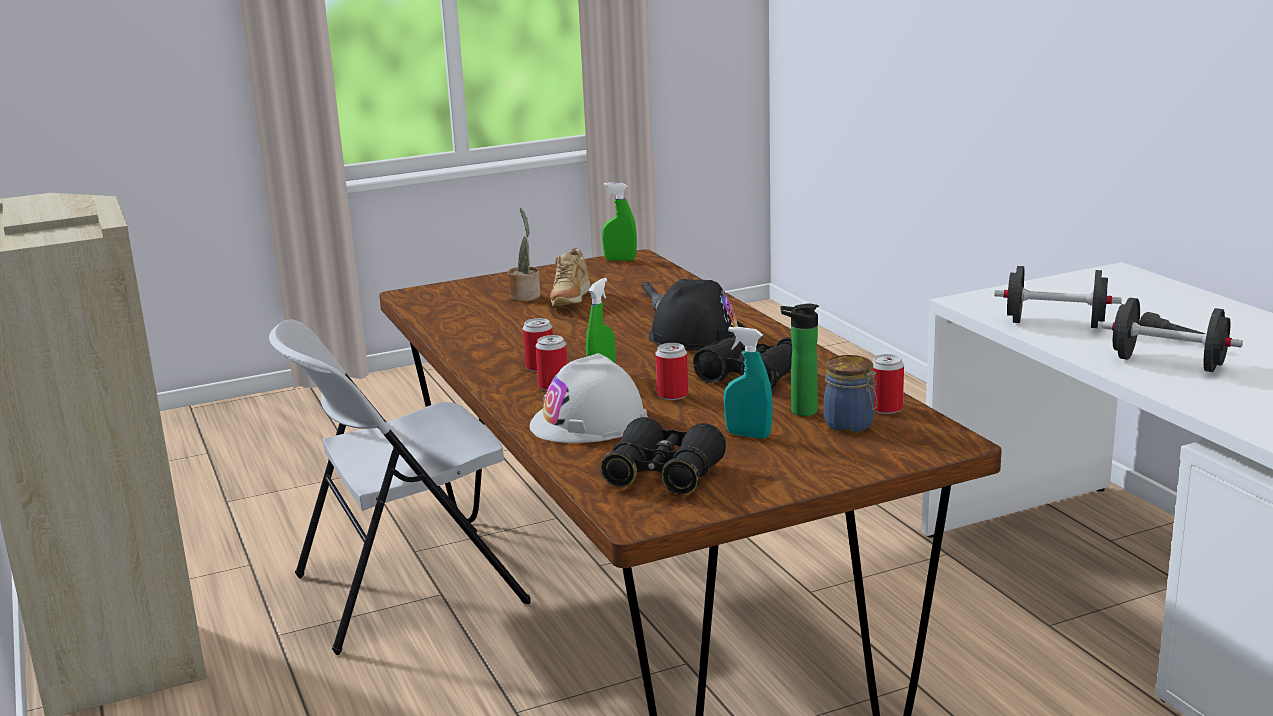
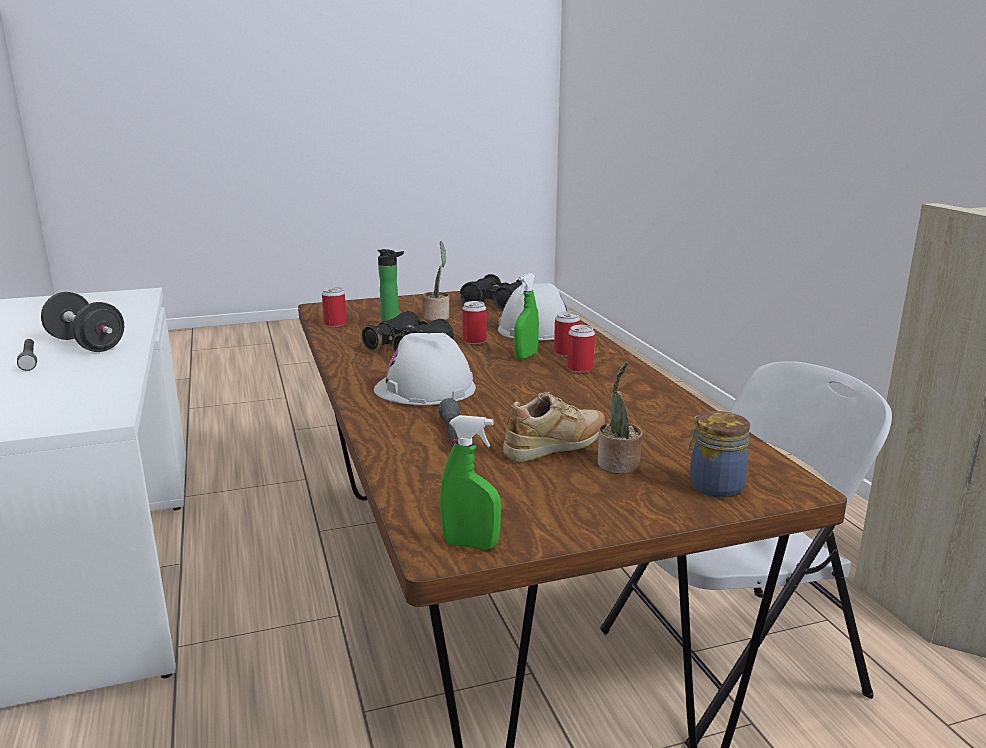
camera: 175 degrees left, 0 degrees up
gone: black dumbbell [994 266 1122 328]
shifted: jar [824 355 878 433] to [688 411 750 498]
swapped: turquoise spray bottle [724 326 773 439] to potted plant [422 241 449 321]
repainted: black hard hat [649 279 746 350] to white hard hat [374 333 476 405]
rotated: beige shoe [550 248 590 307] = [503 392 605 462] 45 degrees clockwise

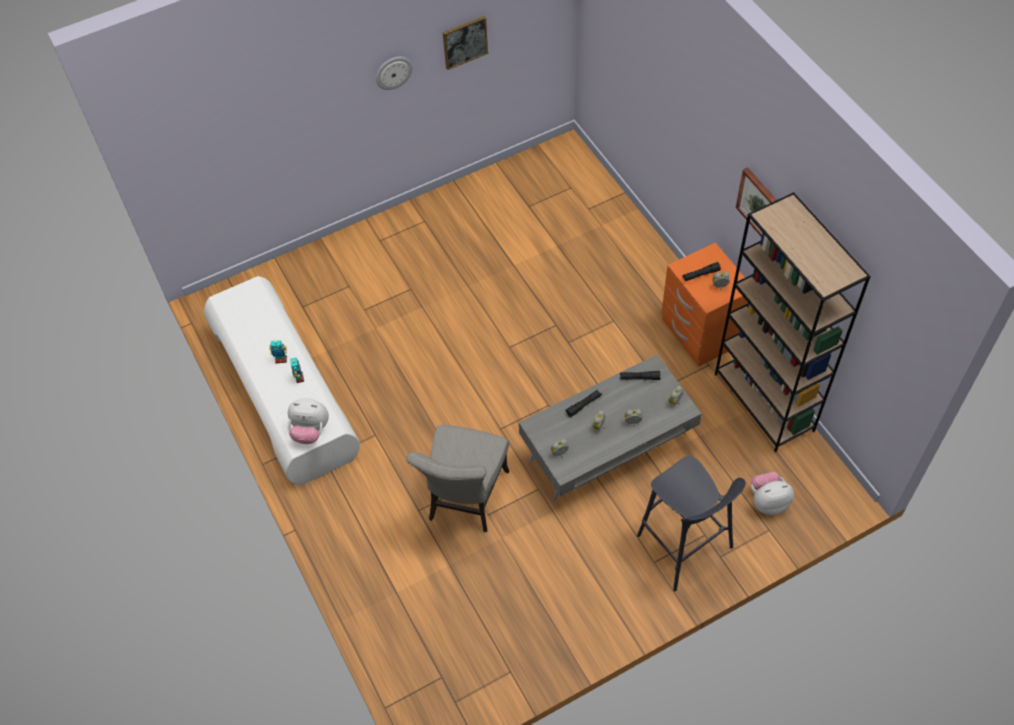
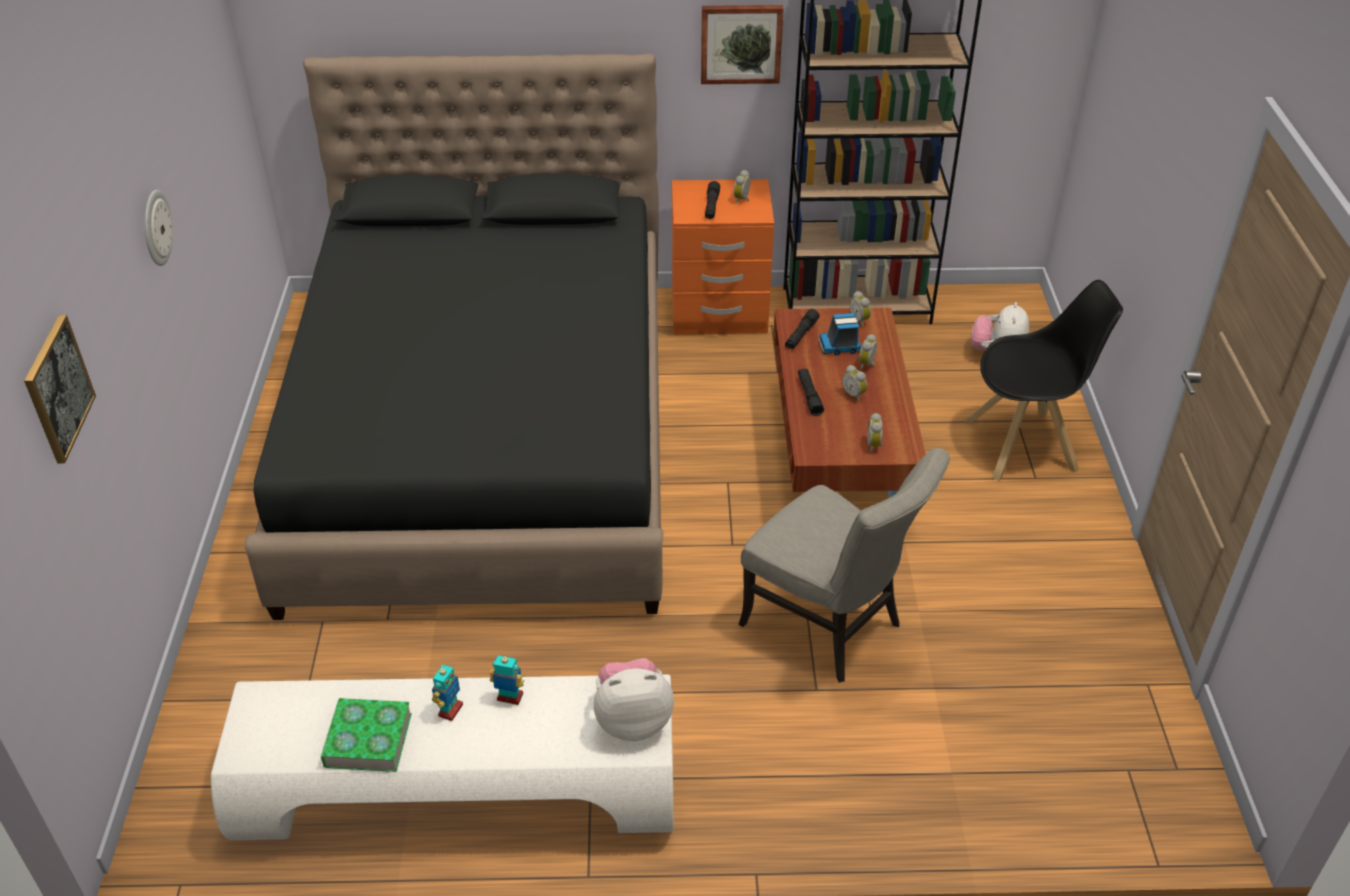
camera: 65 degrees left, 15 degrees down
new: black bed [244 53 663 620]; book [321 698 412 772]; toy truck [818 313 862 355]
shifted: picture [443 16 488 70] to [24 315 96 463]
swapped: grey stool [637 456 746 591] to black chair [965 280 1123 481]
repainted: grey coffee table [519 355 702 502] to brown coffee table [773 308 926 498]
rotated: plush toy [288 398 329 444] = [594 658 674 741] 135 degrees counterclockwise

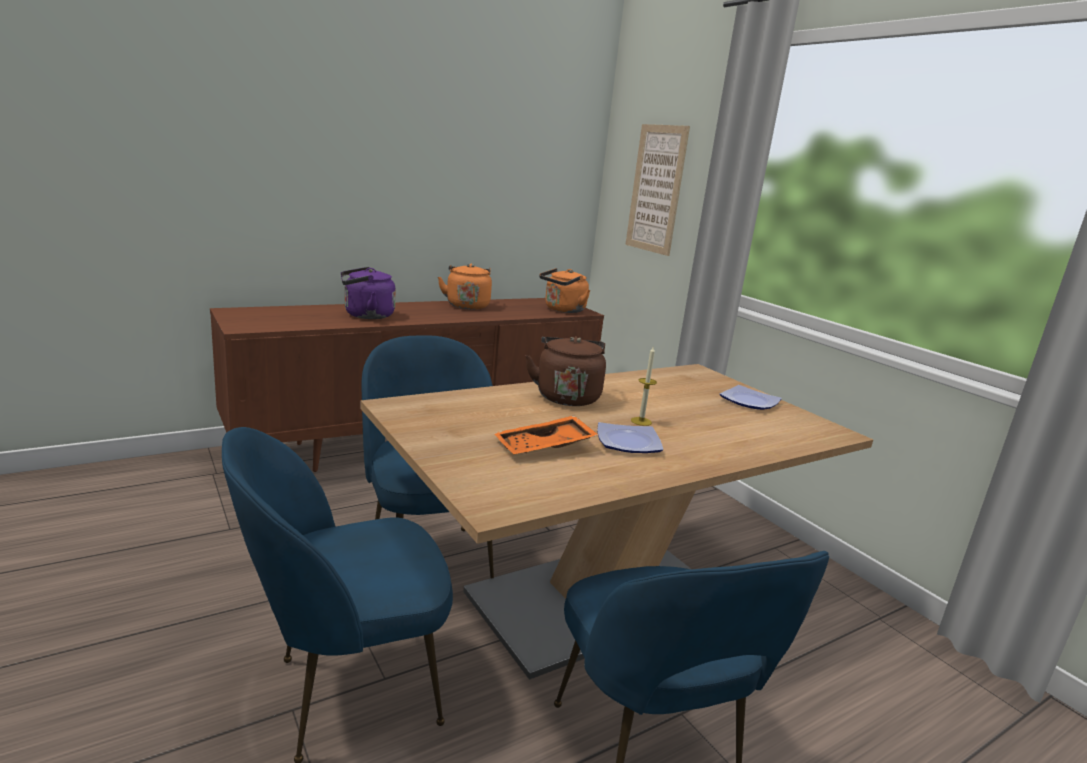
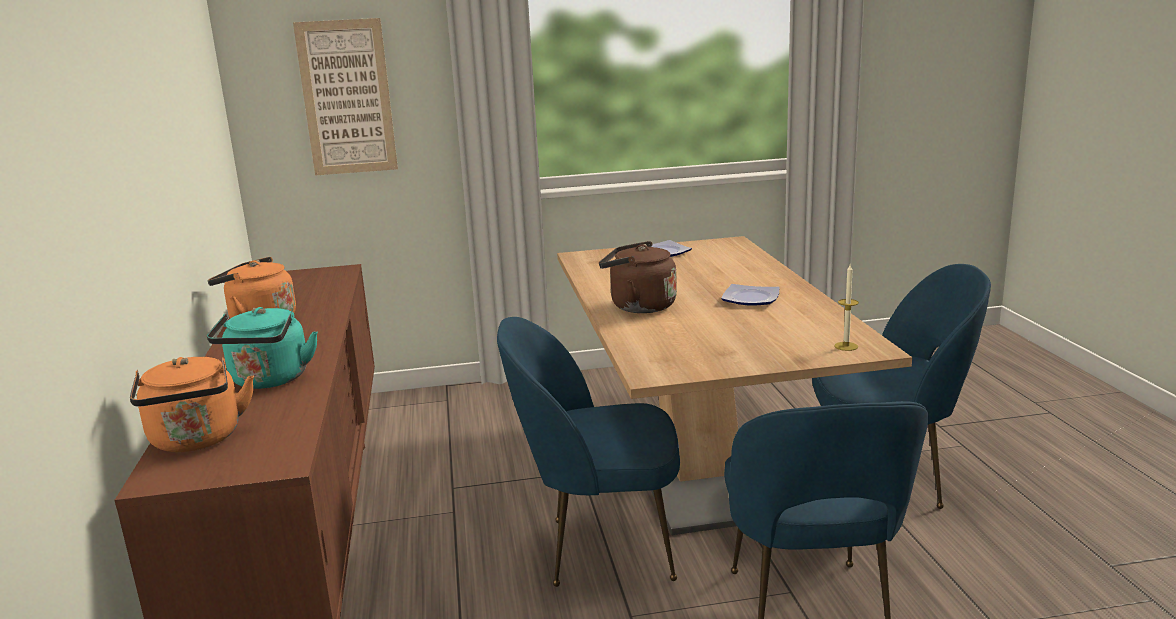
camera: 65 degrees left, 0 degrees up
gone: orange tray [494 415 598 454]
shifted: orange kettle [539 268 591 313] to [130 357 254 452]; candle [631 347 657 426] to [834 265 859 351]
repainted: purple kettle [341 267 396 319] to turquoise kettle [207 307 318 389]

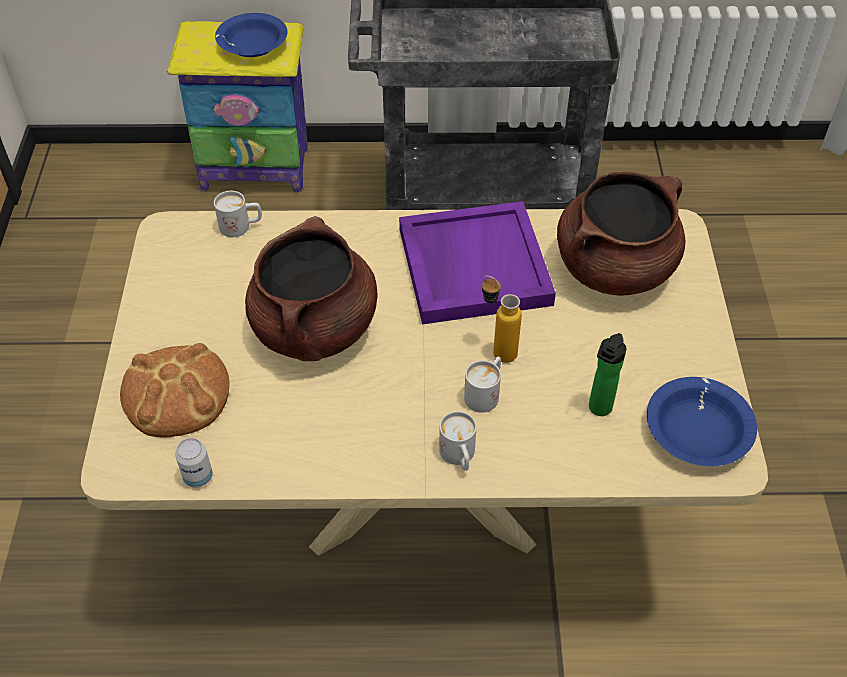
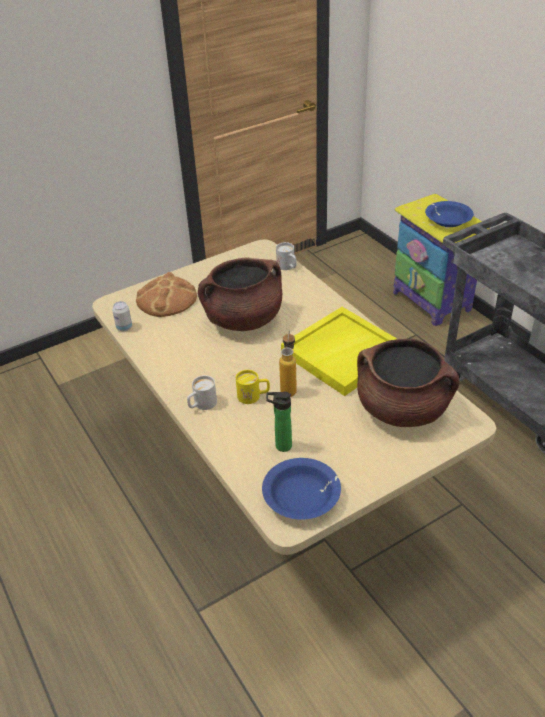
camera: 60 degrees right, 10 degrees down
repainted: white mug [464 357 501 413] to yellow mug [236 370 270 404]; purple tray [399 201 556 324] to yellow tray [281 307 397 396]

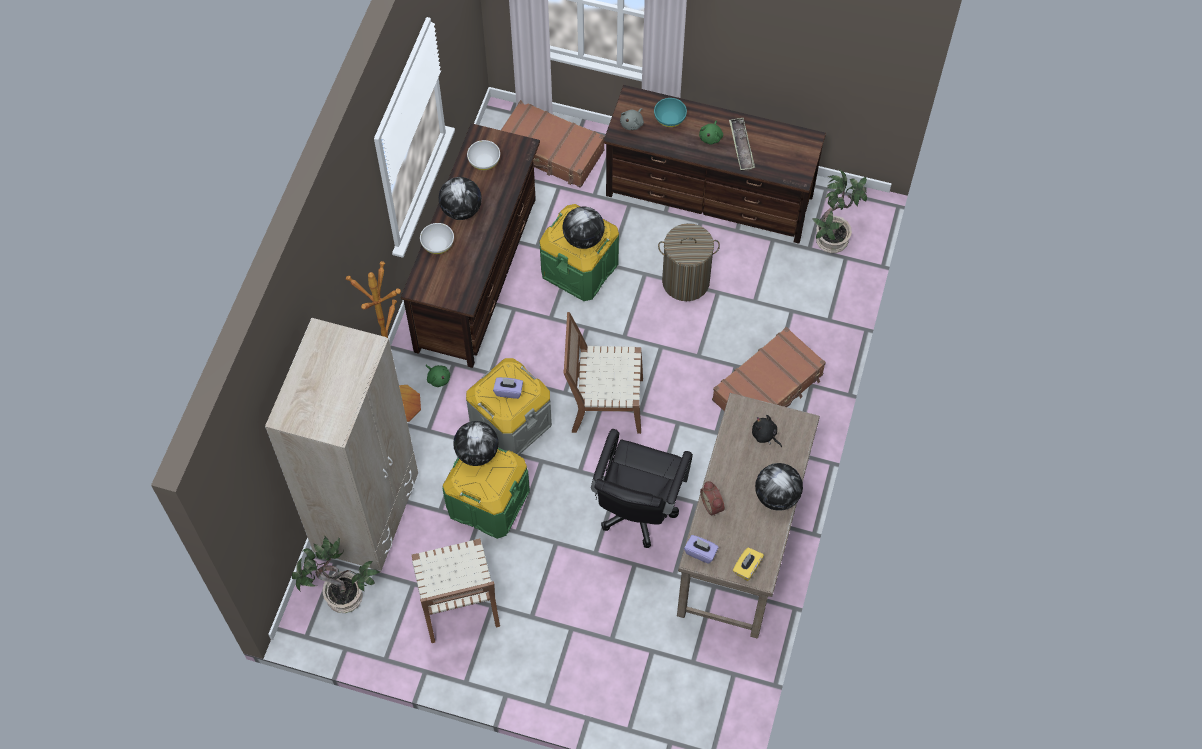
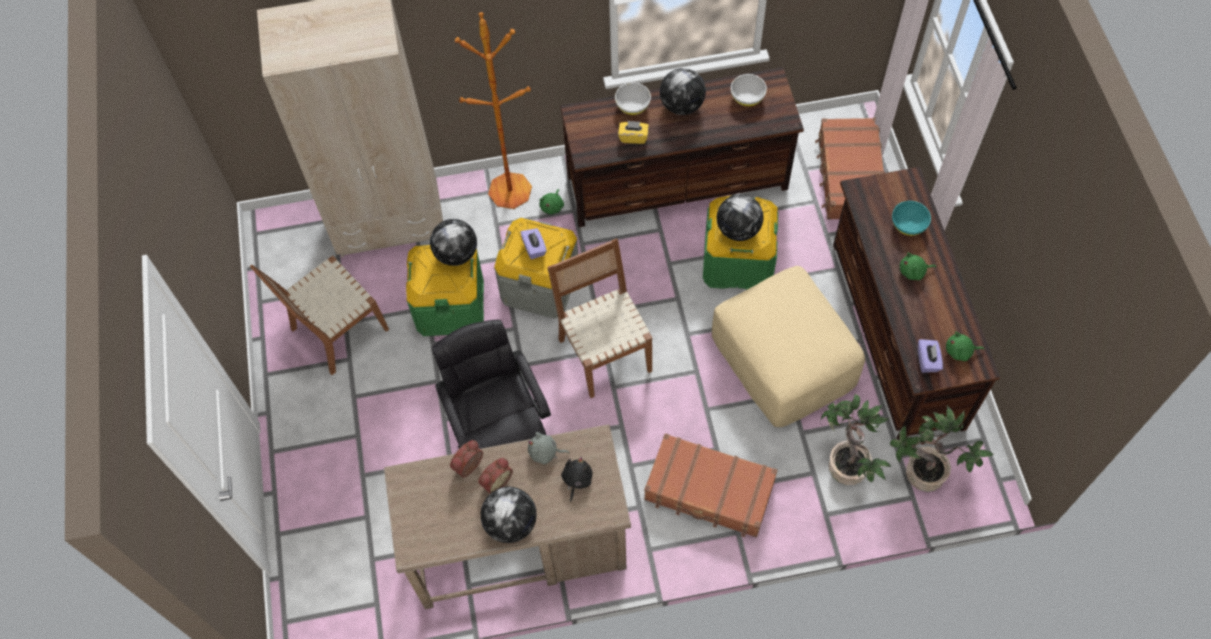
camera: 65 degrees right, 0 degrees up
gone: tray [729 118 755 171]
new: alarm clock [478 458 513 494]; green plush toy [946 332 984 361]
shifted: grey plush toy [620 108 644 130] to [528 432 570 464]; yellow tissue box [733 547 764 581] to [618 121 649 144]; potted plant [292 535 381 613] to [821 394 891 485]; purple tissue box [684 535 719 564] to [918 339 943 373]
swapped: laundry basket [658 223 720 301] to beige ottoman [712 266 865 427]
rotated: black office chair [591 429 693 548] = [432 320 551 449] 75 degrees clockwise

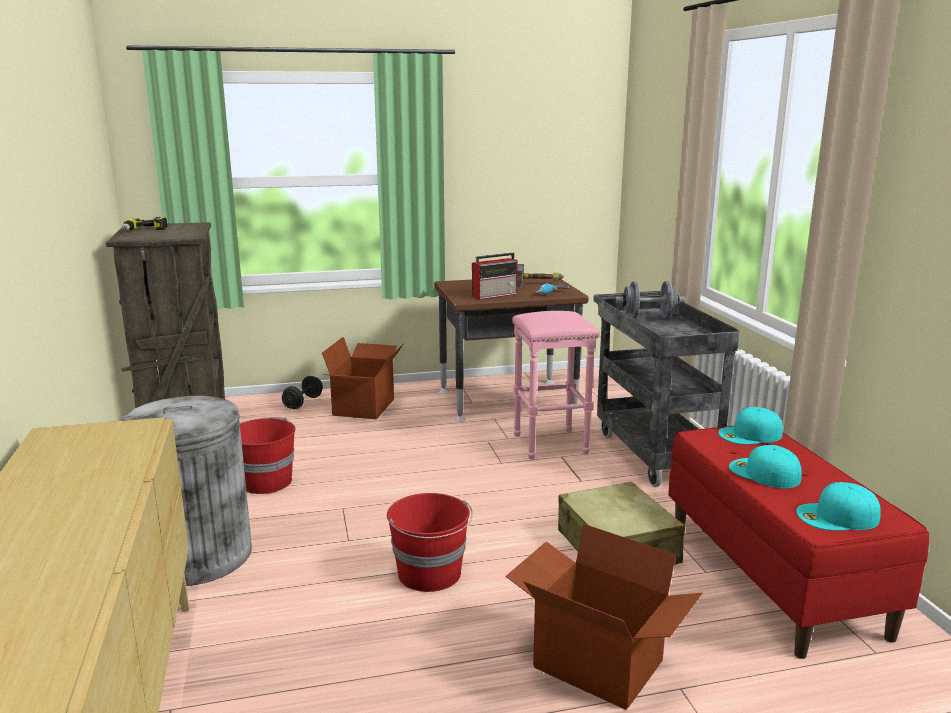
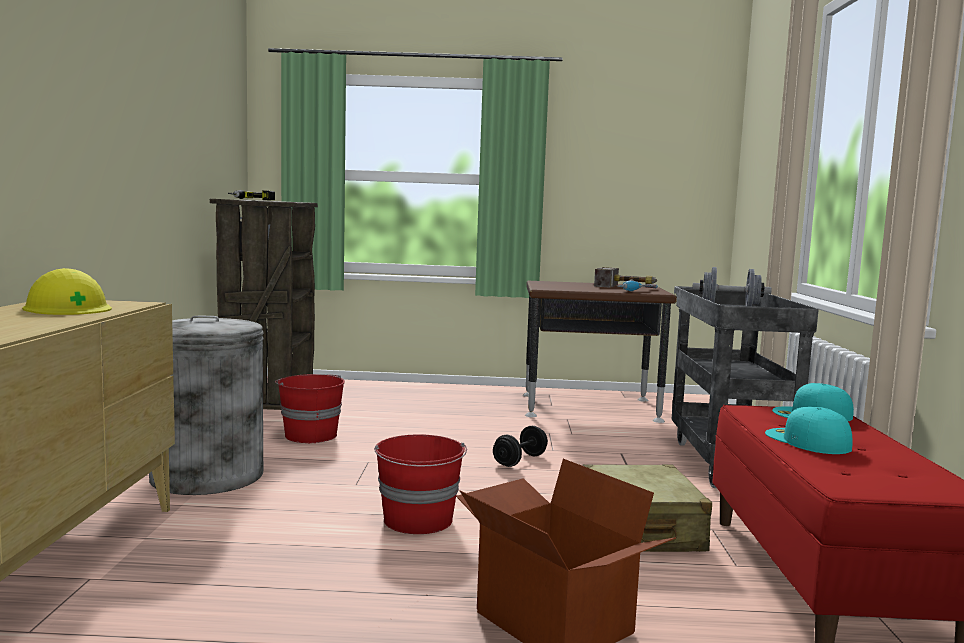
camera: 15 degrees right, 10 degrees down
gone: cardboard box [322 337 403 419]; radio [472 253 518 300]; pink stool [512 311 599 460]; turquoise cap [796 482 881 531]
new: yellow hard hat [22 268 112 315]
shifted: black dumbbell [282 376 323 409] to [493 426 548 467]

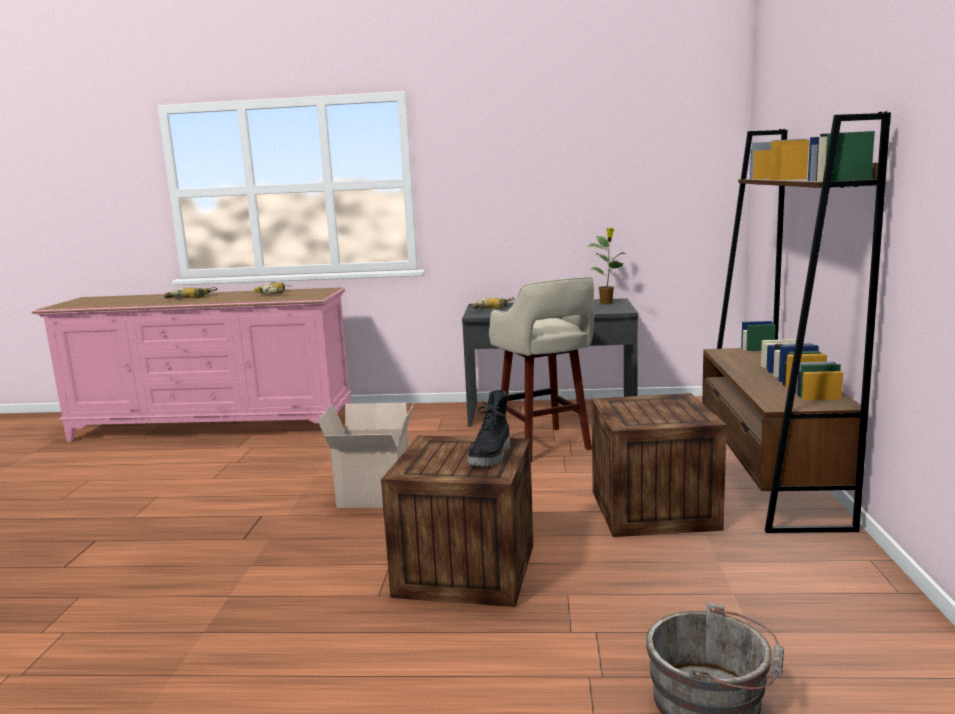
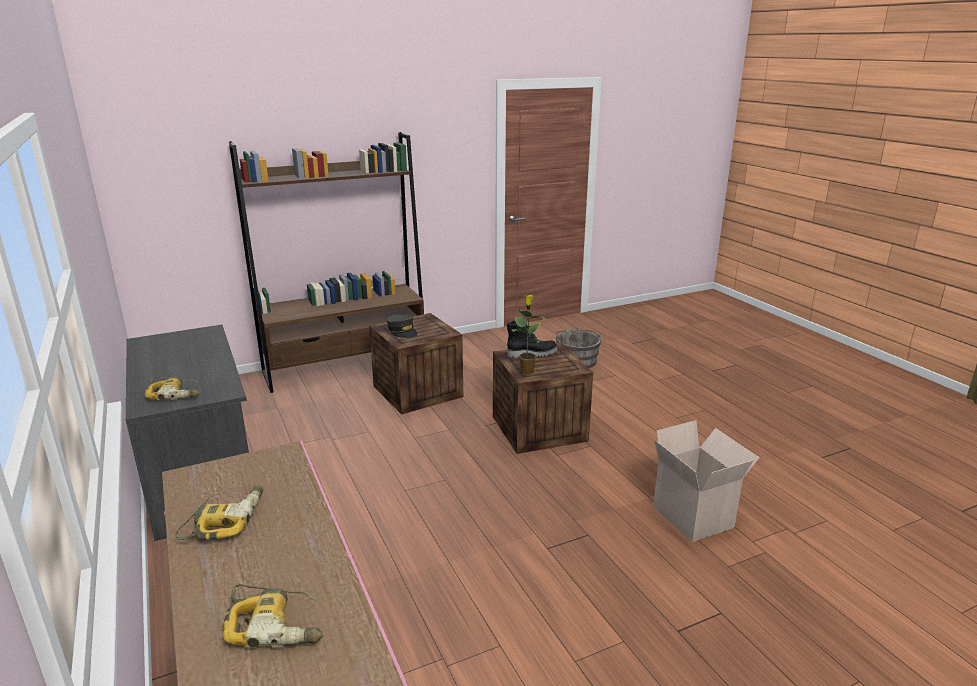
camera: 120 degrees left, 10 degrees up
gone: beige stool [489 277 594 462]
new: grey cap [387 314 418 338]
shifted: potted plant [587 228 625 304] to [512 295 545 375]; cardboard box [318 402 415 508] to [653 420 760 542]

